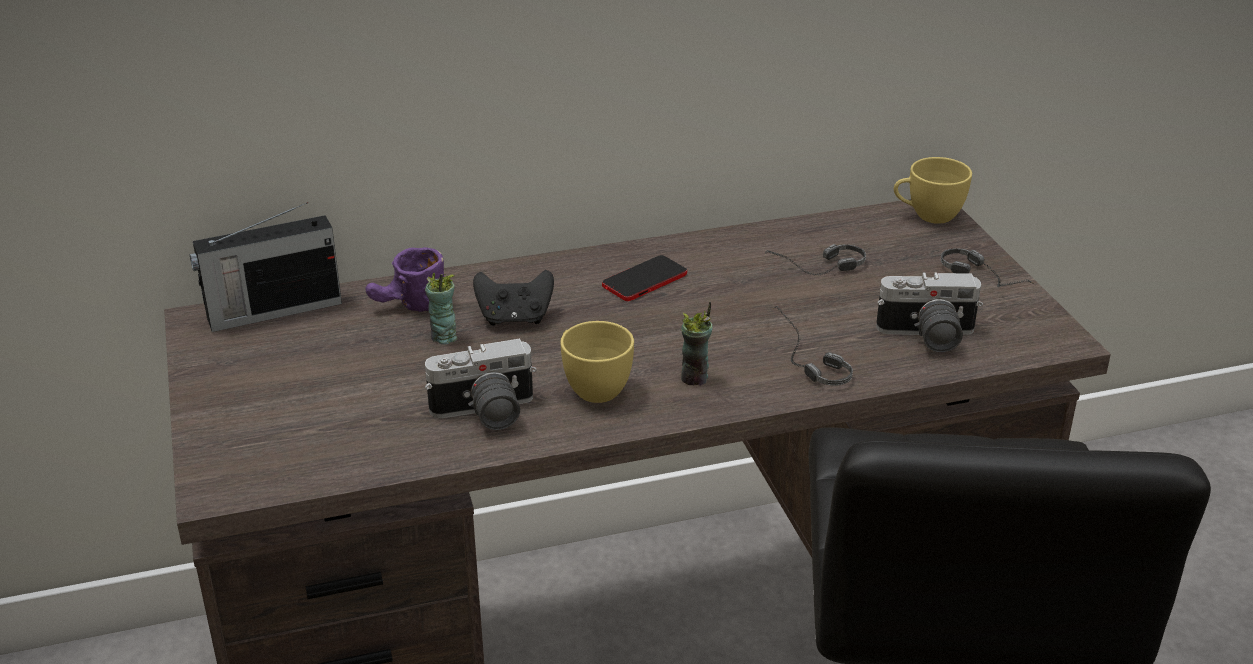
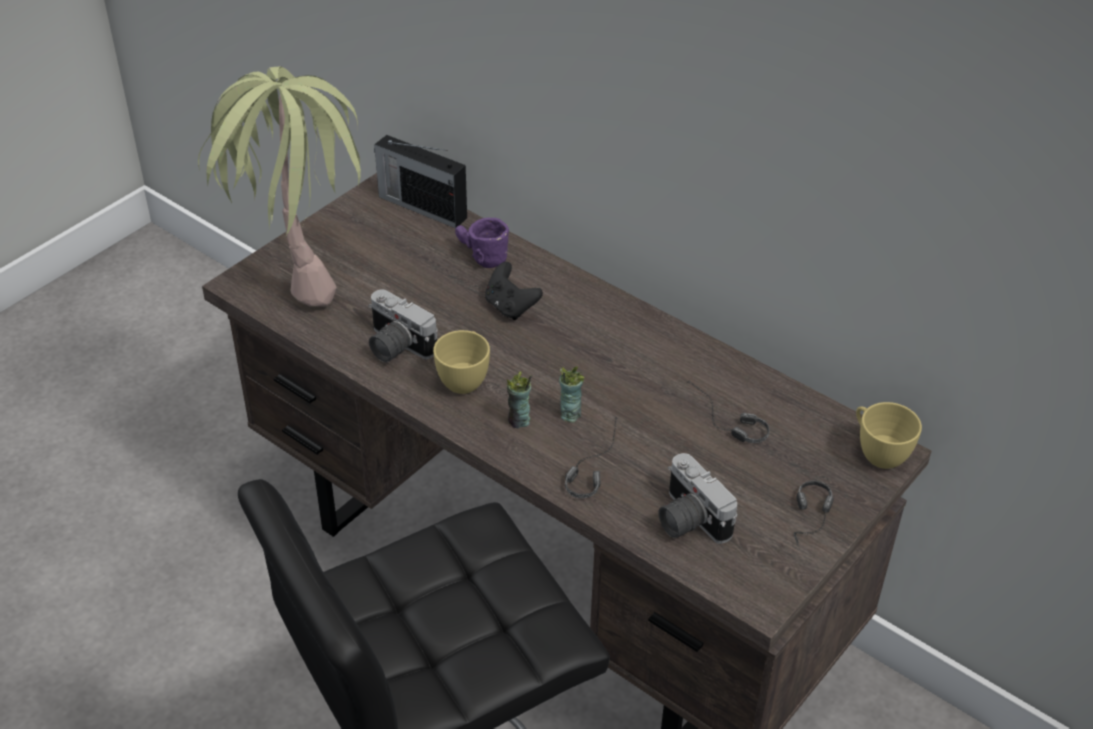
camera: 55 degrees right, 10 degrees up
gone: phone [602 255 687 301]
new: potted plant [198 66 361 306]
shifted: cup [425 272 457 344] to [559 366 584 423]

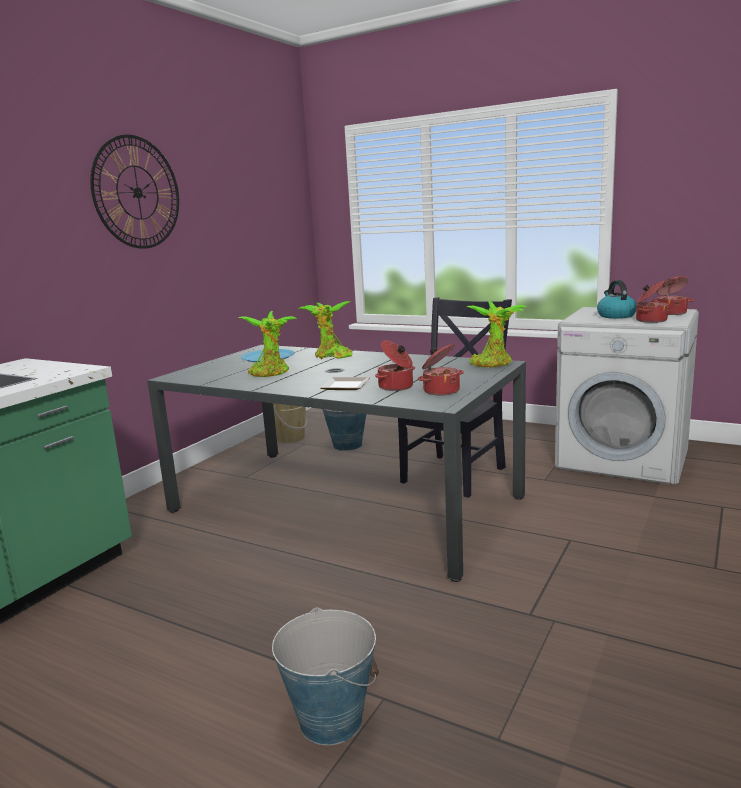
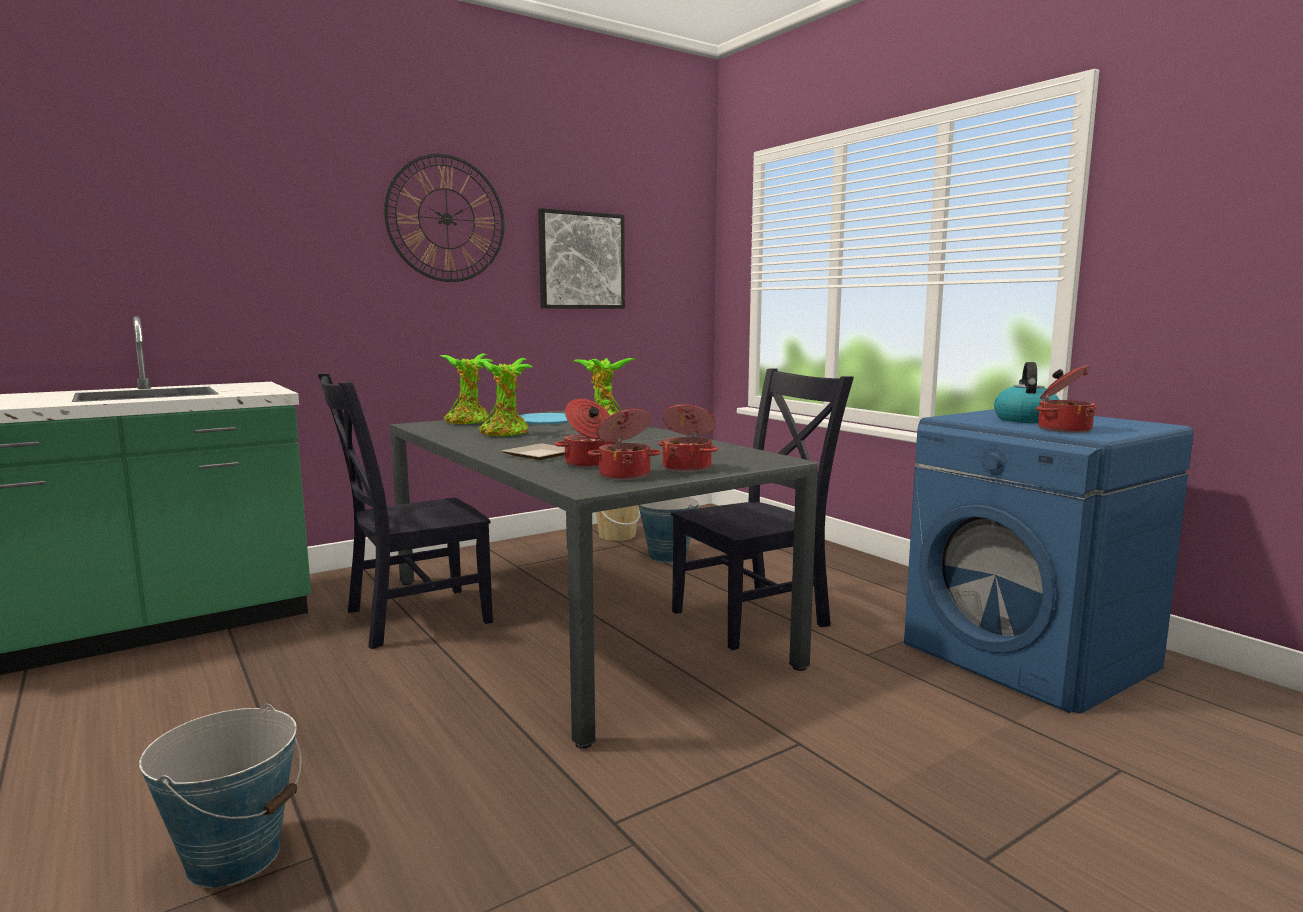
camera: 25 degrees right, 5 degrees down
new: black chair [318 373 493 649]; picture [538 208 625 308]
shifted: potted plant [467 300 526 368] to [440 353 494 424]; cooking pot [651 276 694 315] to [658 404 718 472]
repainted: white washing machine [555 307 699 485] to blue washing machine [904 409 1194 713]

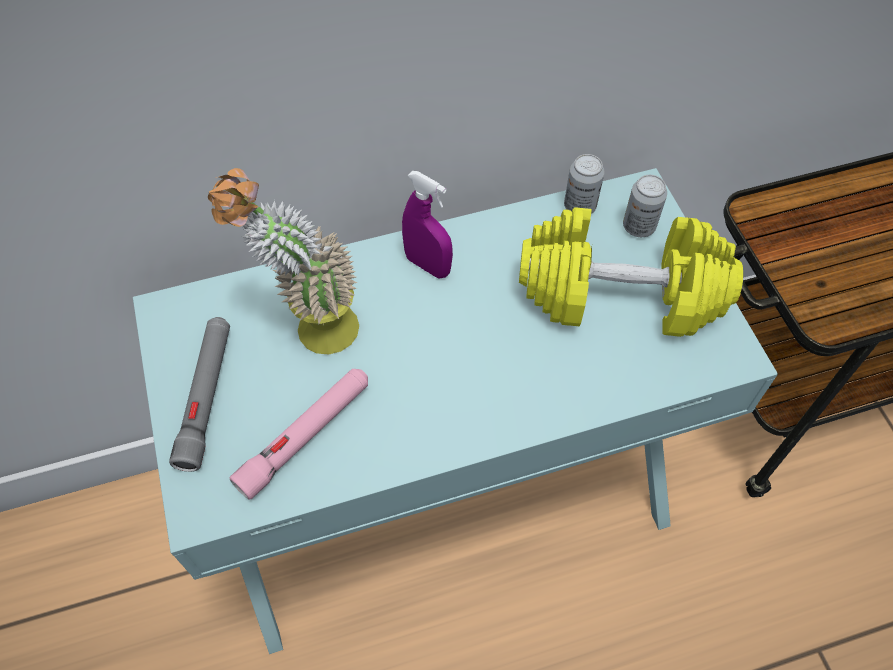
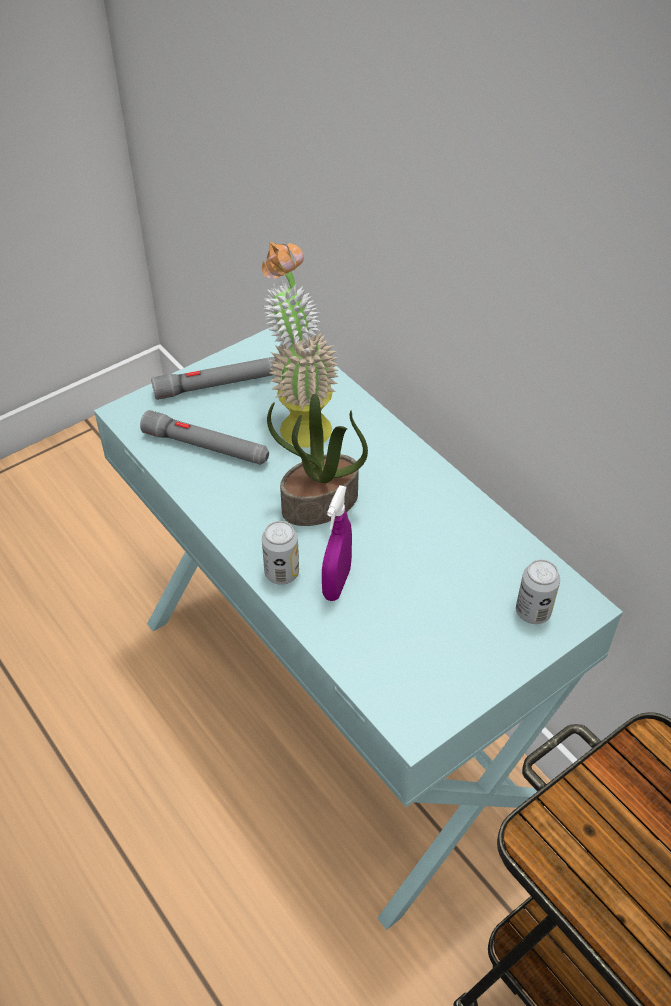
camera: 70 degrees right, 10 degrees down
gone: yellow dumbbell [519 207 743 337]
new: potted plant [267 394 368 526]
shifted: can [564 154 605 214] to [262 521 299 585]; purple spray bottle [402 171 453 278] to [322 485 352 601]
repainted: pink flashlight [230 369 368 500] to grey flashlight [140 410 269 465]

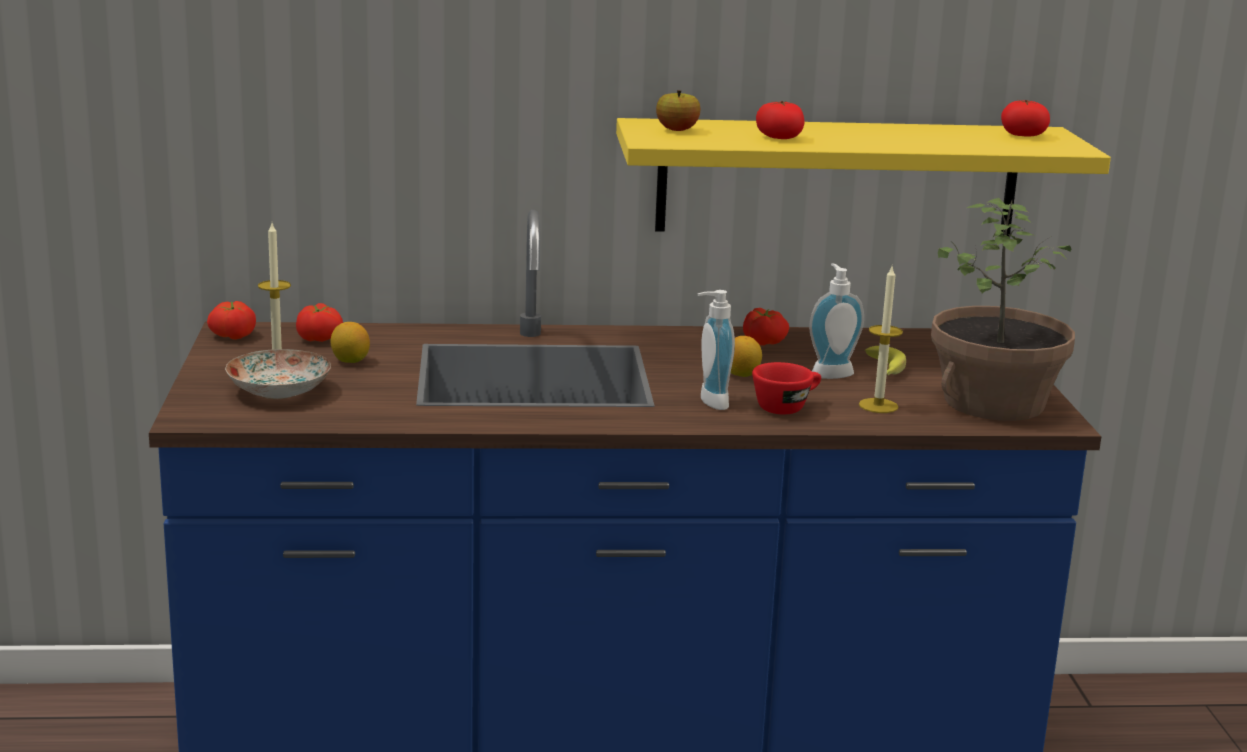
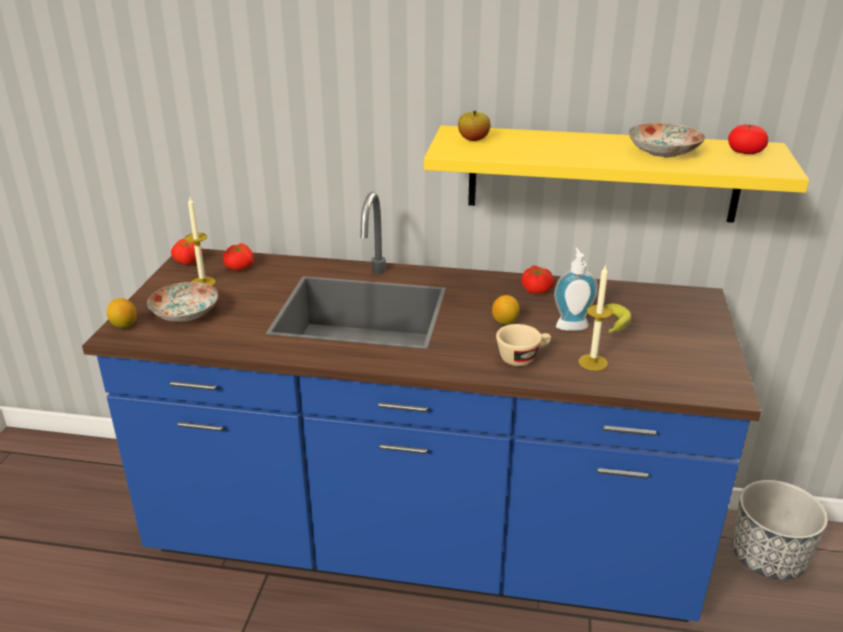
camera: 15 degrees right, 10 degrees up
gone: soap dispenser [698 290 735 410]; tomato [756 101 805 139]; potted plant [931 198 1075 421]
new: plate [628 123 705 157]; planter [732 480 828 580]
shifted: lemon [330 322 370 363] to [107 298 137 328]
repainted: red cup [752 362 821 414] to beige cup [496 324 551 366]

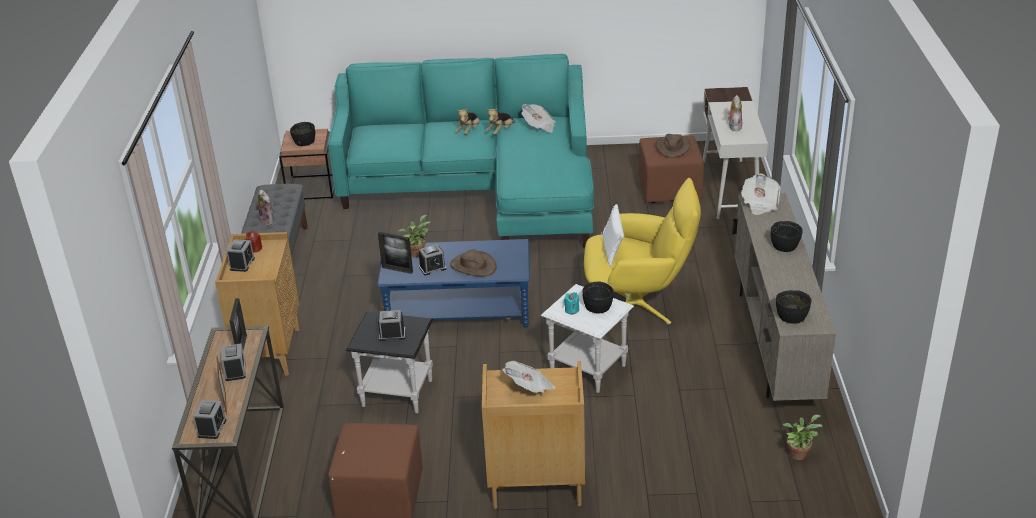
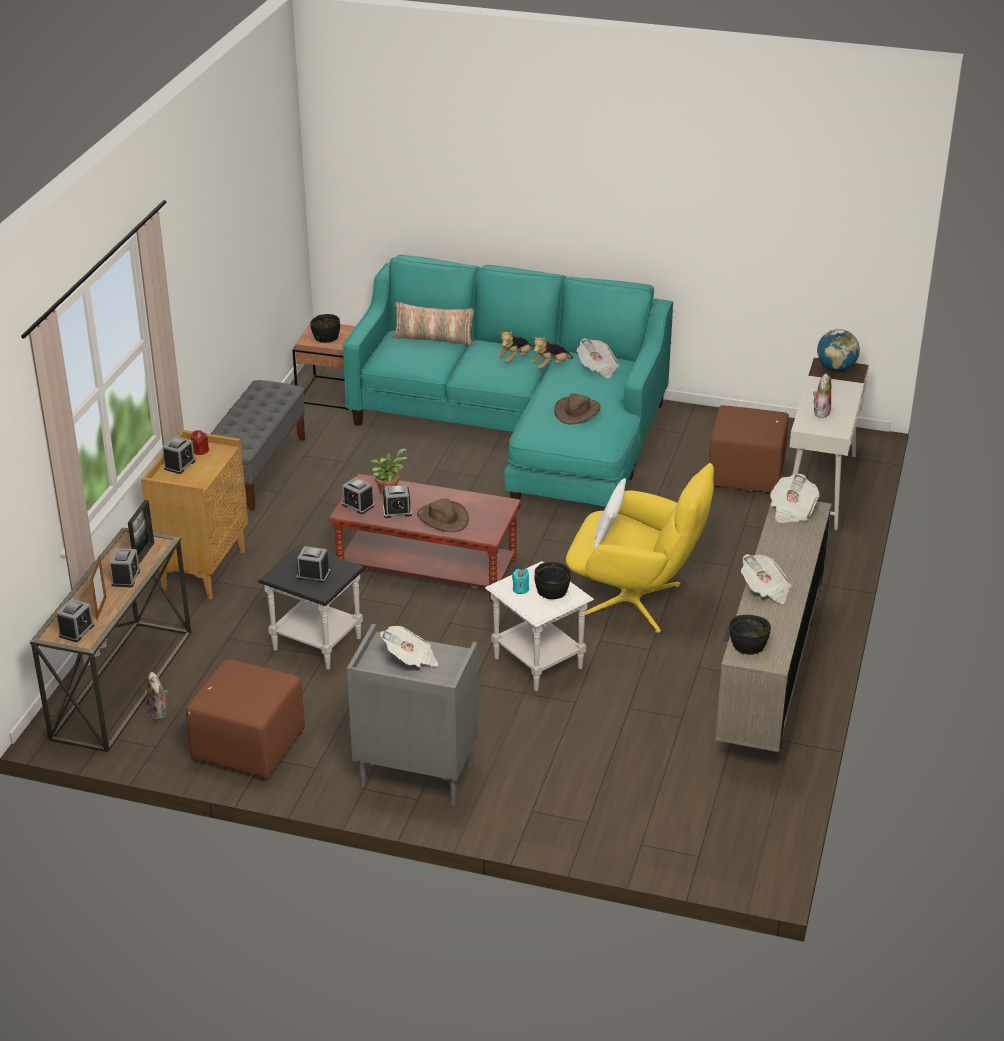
camera: 15 degrees right, 0 degrees up
gone: black bowl [771 221 802 252]; potted plant [783 415 823 460]
new: pillow [392 302 474 346]; newspaper [741 554 791 604]; globe [817 329 860 371]
shifted: plush toy [258 190 274 226] to [147 672 168 720]; brown hat [656 134 691 158] to [554 393 601 425]
swapped: picture frame [378 232 413 274] to alarm clock [342 477 374 514]
repainted: blue coffee table [377 239 530 328] to brown coffee table [328 474 521 602]; brown cabinet [482 361 585 509] to grey cabinet [347 624 478 806]

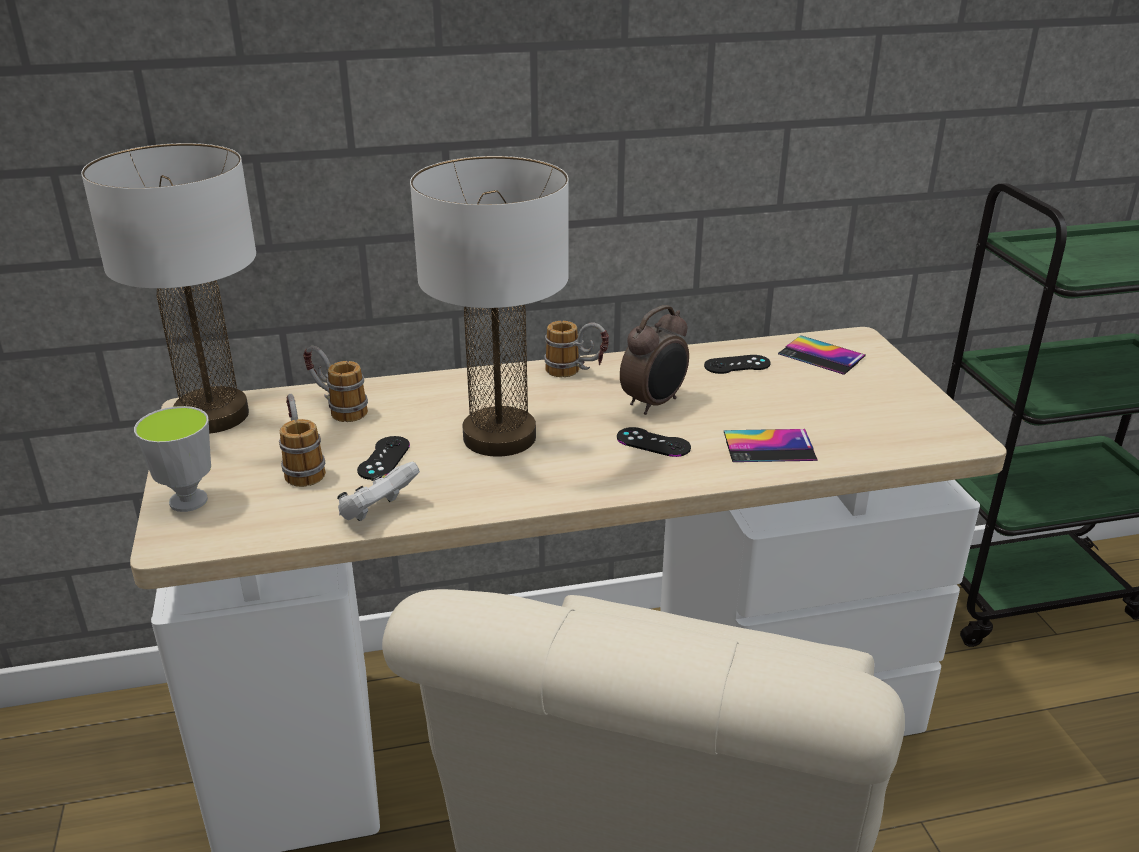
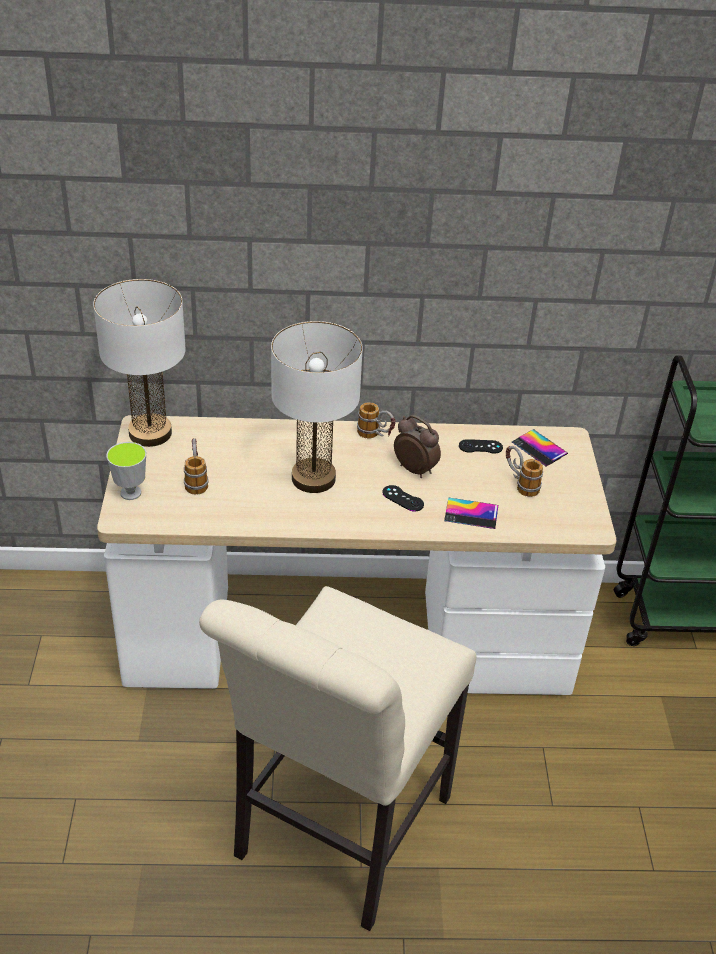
camera: 10 degrees right, 10 degrees up
gone: white game controller [337 462 420 521]; black game controller [357 436 410 480]
shifted: mug [303 346 368 422] to [506 446 543 497]
rotated: alarm clock [620 305 689 415] = [394 415 441 478] 105 degrees counterclockwise

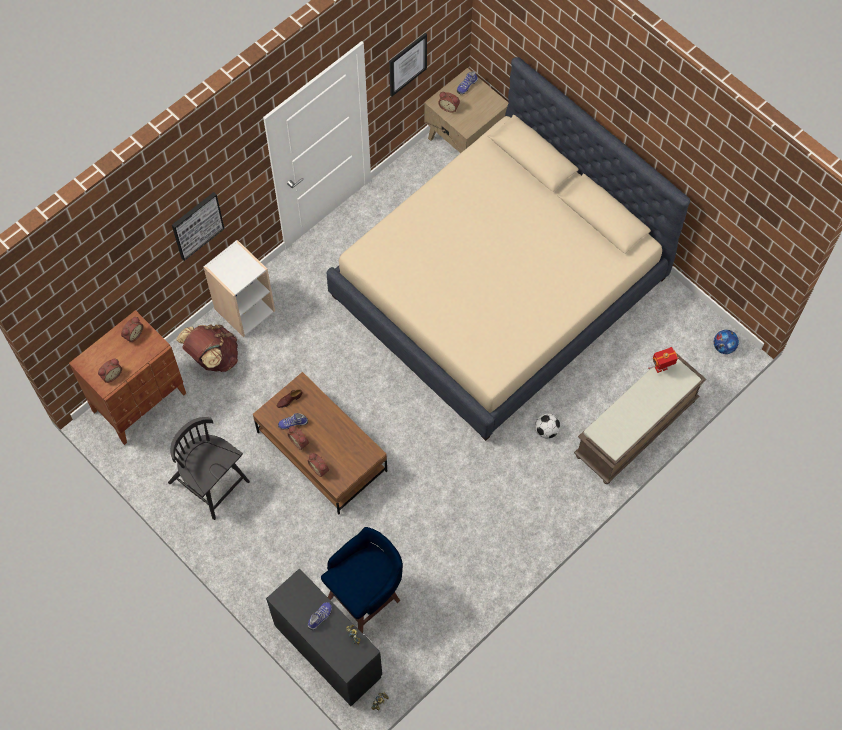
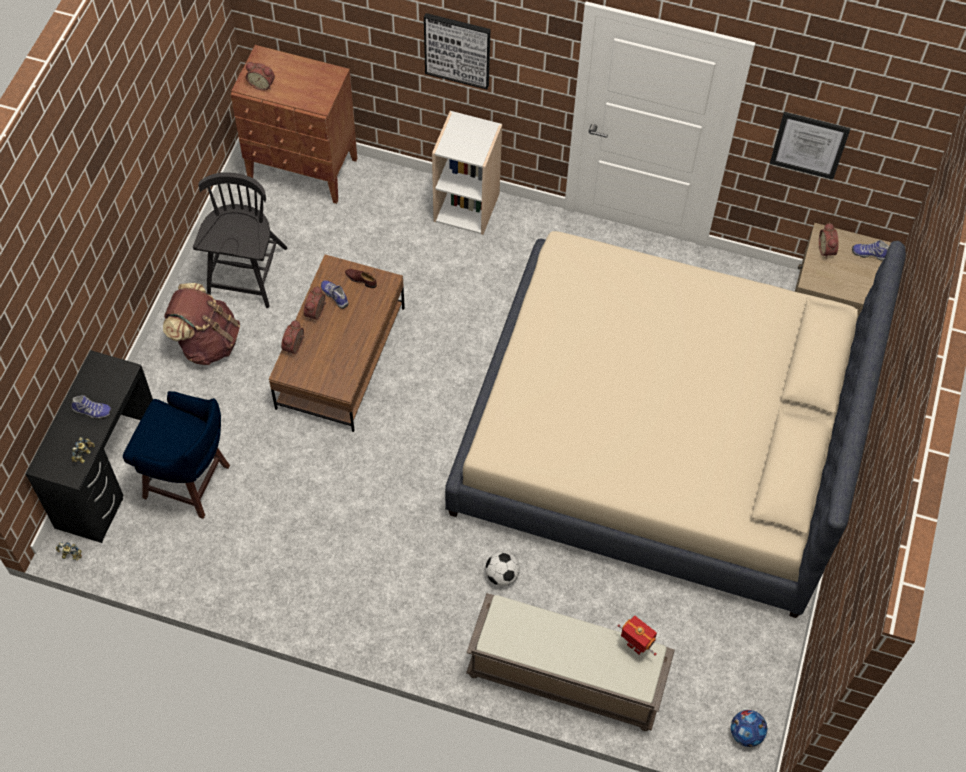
camera: 60 degrees right, 5 degrees down
gone: alarm clock [121 317 143 343]
shifted: brown backpack [176 324 238 372] to [163 283 240 365]

